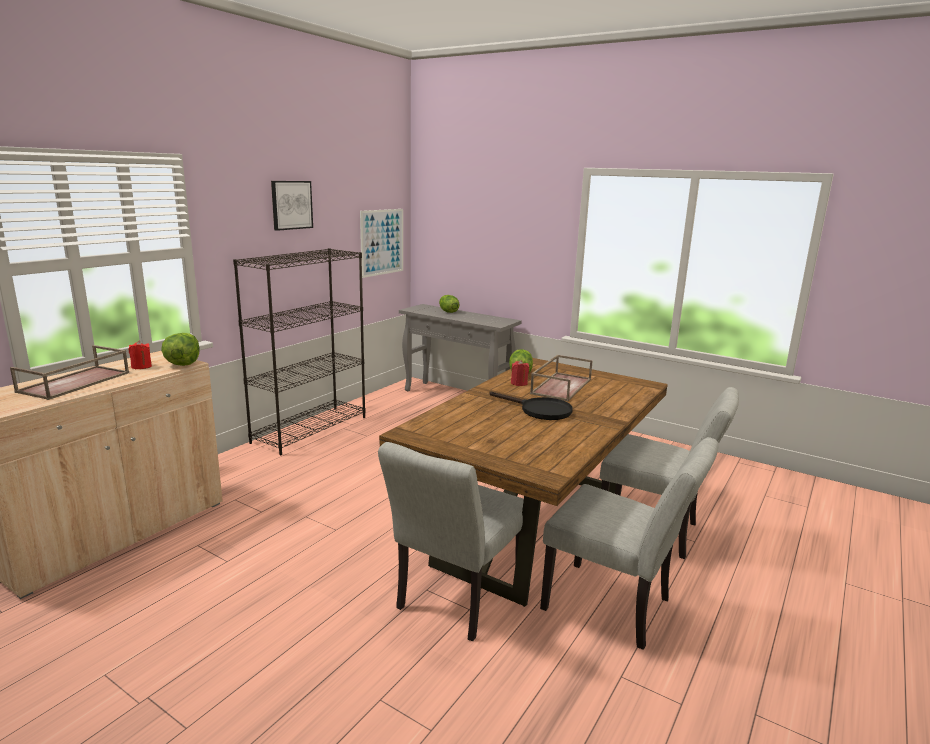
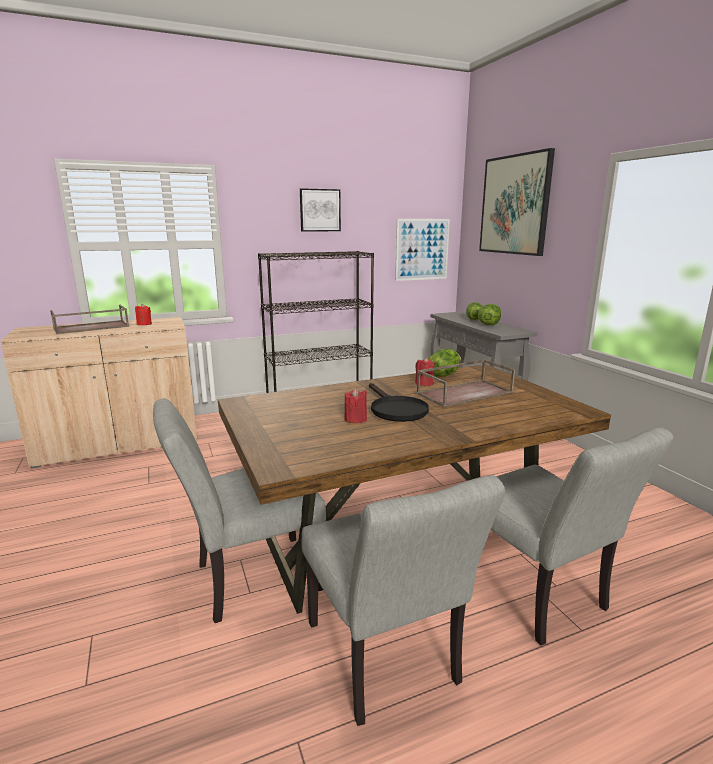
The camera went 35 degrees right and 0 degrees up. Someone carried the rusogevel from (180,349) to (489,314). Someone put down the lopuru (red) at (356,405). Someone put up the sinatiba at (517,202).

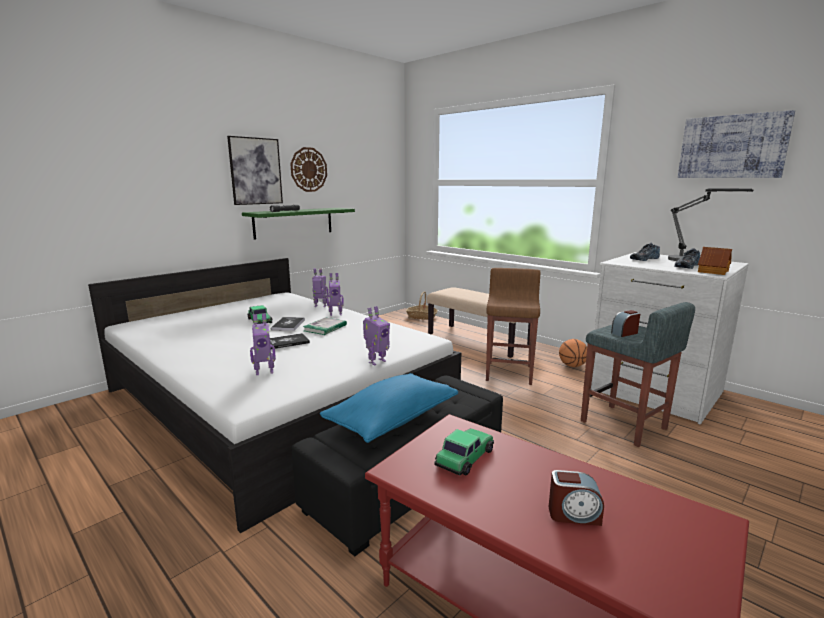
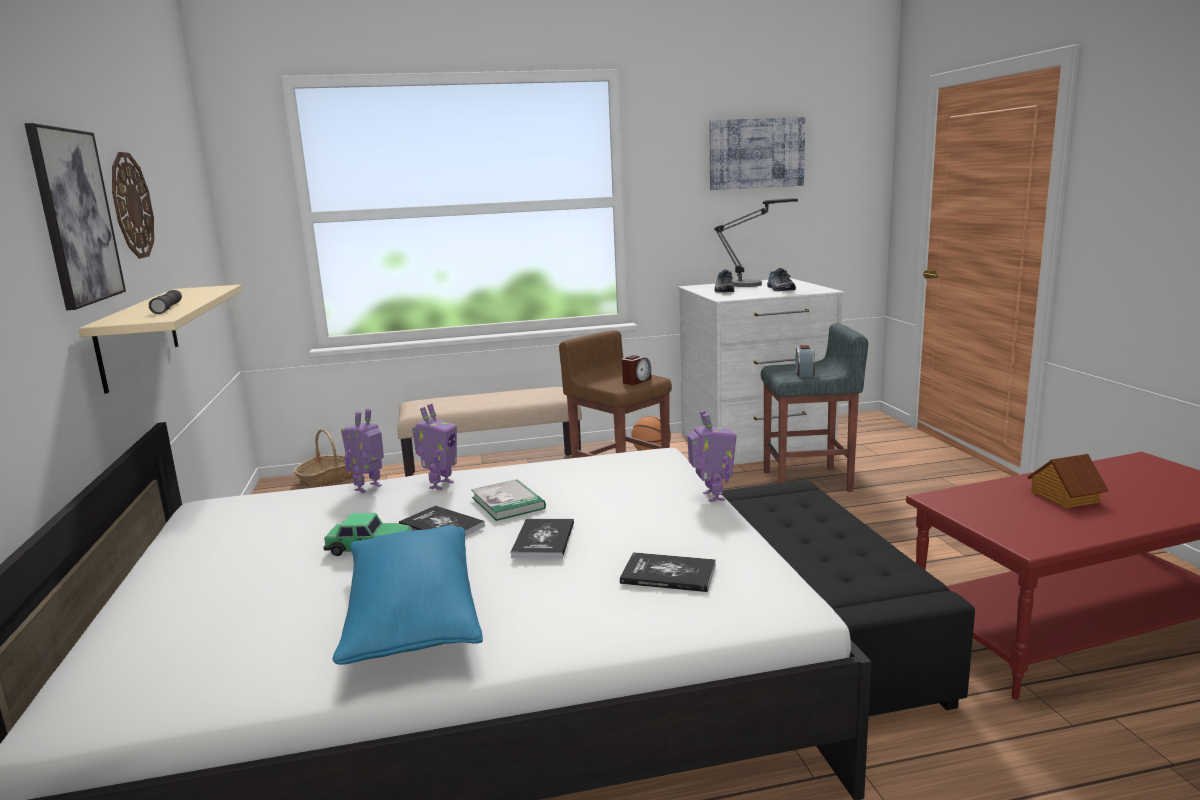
The camera went 55 degrees left and 0 degrees up. Someone repainted the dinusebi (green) at (298,224), which became the dinusebi (beige) at (160,339). Someone swapped the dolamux at (263,344) for the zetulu at (668,572). Someone carried the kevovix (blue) from (389,408) to (407,595). Someone took away the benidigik at (464,452). Someone carried the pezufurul from (576,498) to (636,370). Someone carried the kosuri from (715,261) to (1068,481).

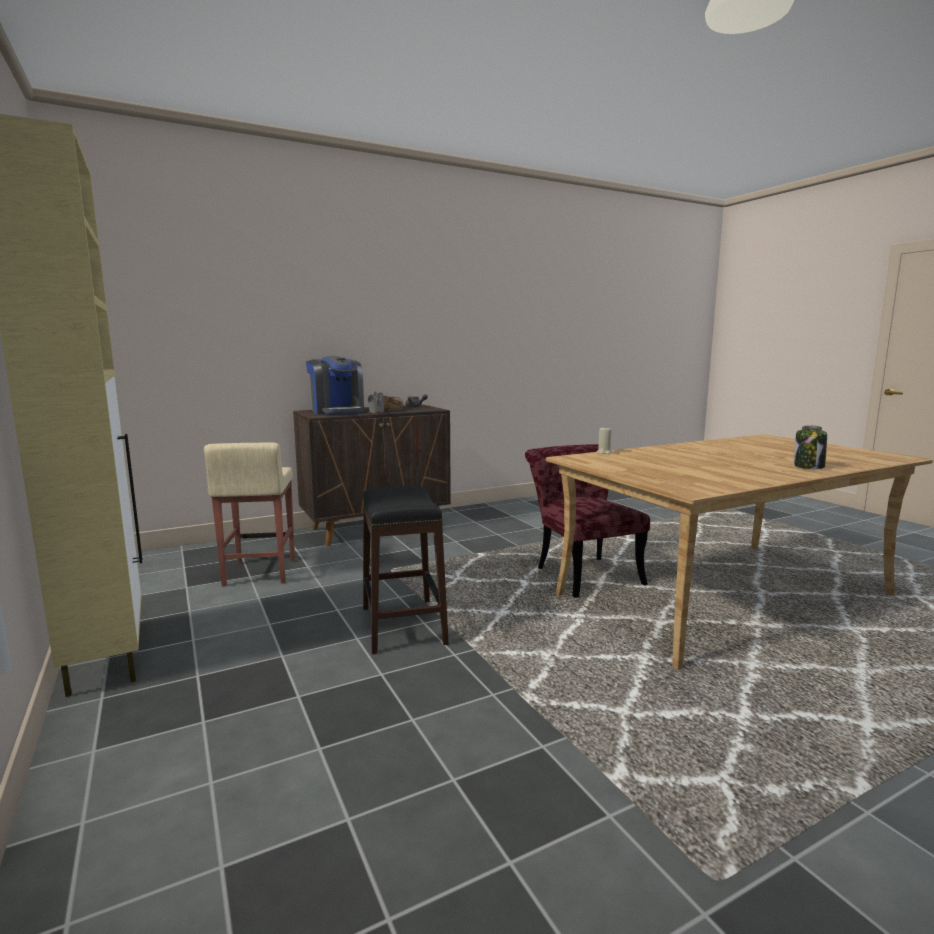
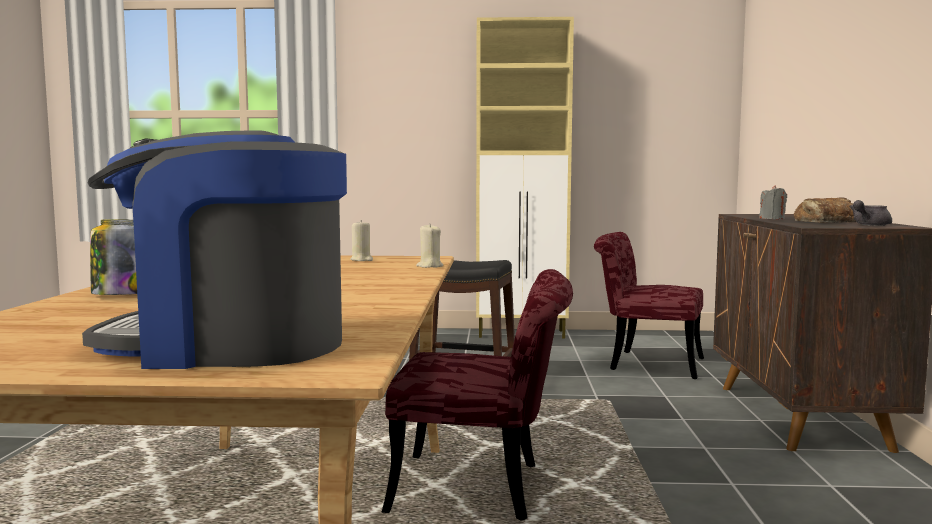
The camera went 120 degrees right and 5 degrees down. Someone swapped the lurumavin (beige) at (249,514) for the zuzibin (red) at (649,305). Someone carried the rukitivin from (335,385) to (214,249). Someone put down the lopuru (beige) at (361,240).

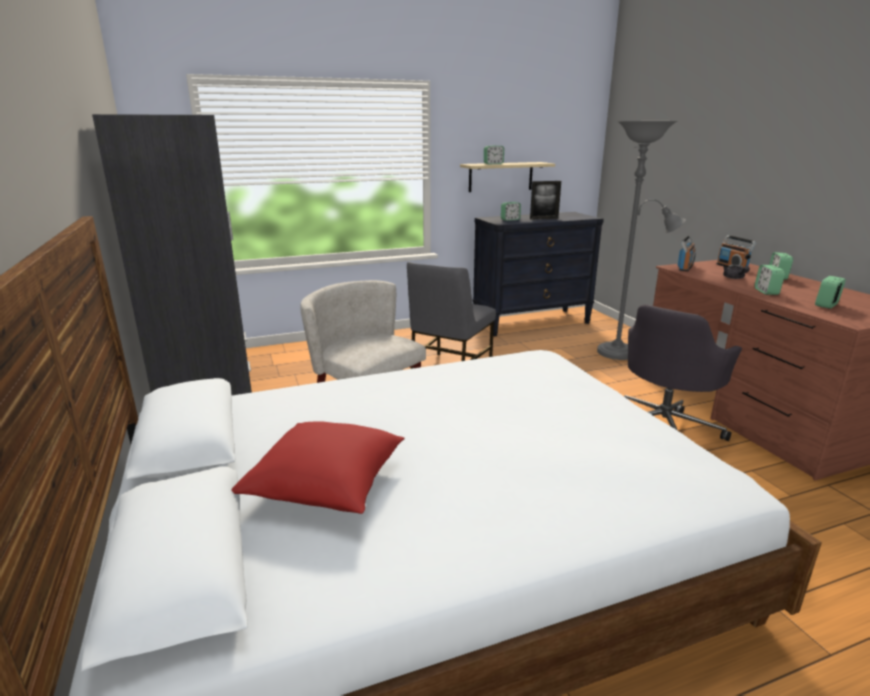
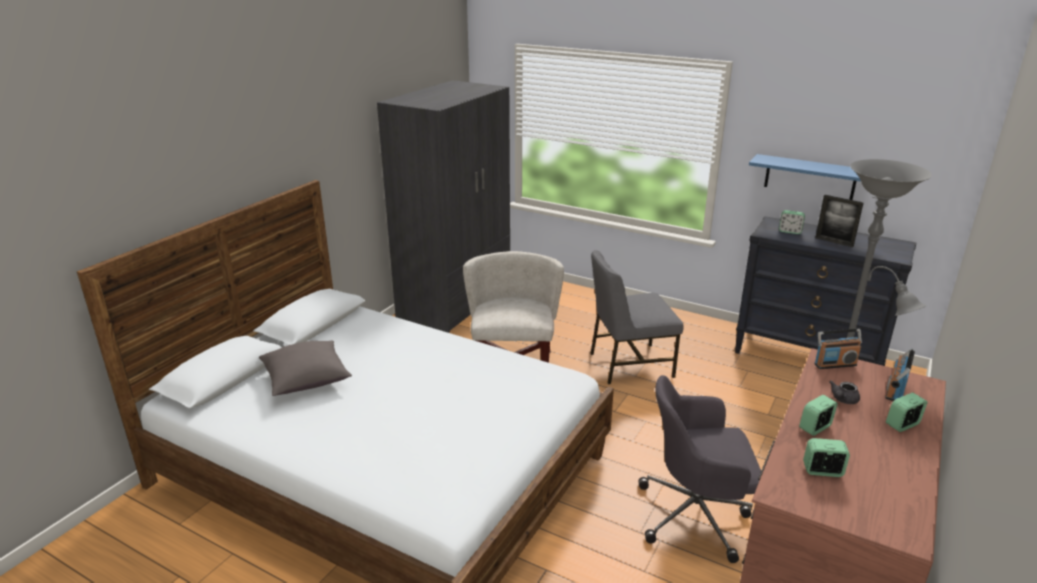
The camera went 50 degrees right and 5 degrees up. Someone repainted the kevovix (red) at (318,467), which became the kevovix (grey) at (305,368). Someone repainted the dinusebi (beige) at (507,177), which became the dinusebi (blue) at (805,177). Someone took away the pezufurul at (494,154).

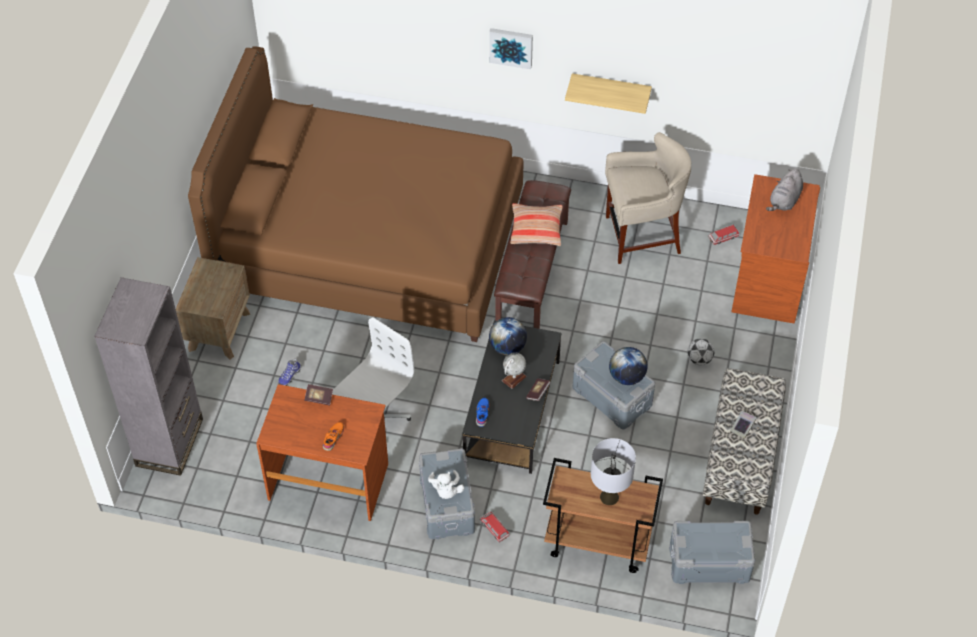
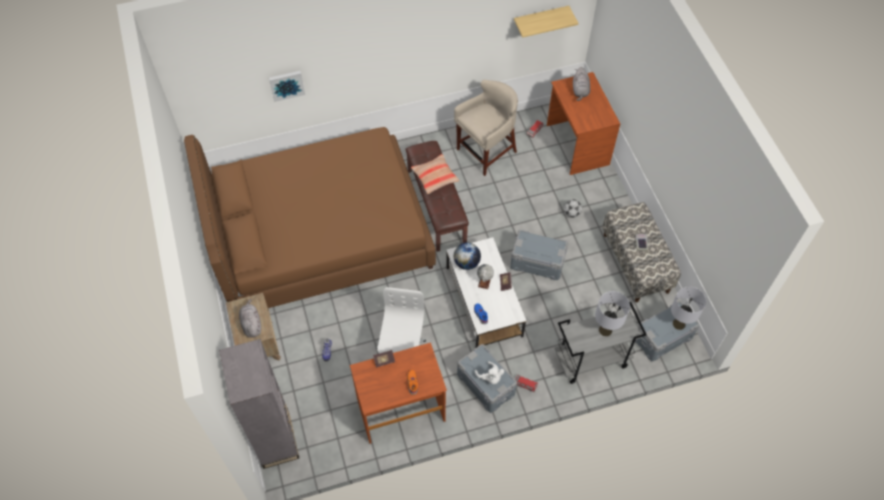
The camera went 30 degrees left and 5 degrees up. Someone repainted the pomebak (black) at (512,397), which became the pomebak (white) at (486,292). Someone carried the sinatiba from (511,48) to (287,86). Someone repainted the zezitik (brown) at (603,515), which became the zezitik (grey) at (601,343). Someone carried the dinusebi from (608,93) to (546,22). Someone took away the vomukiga at (628,366). Someone put down the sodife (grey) at (250,318). Someone put down the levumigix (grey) at (688,308).

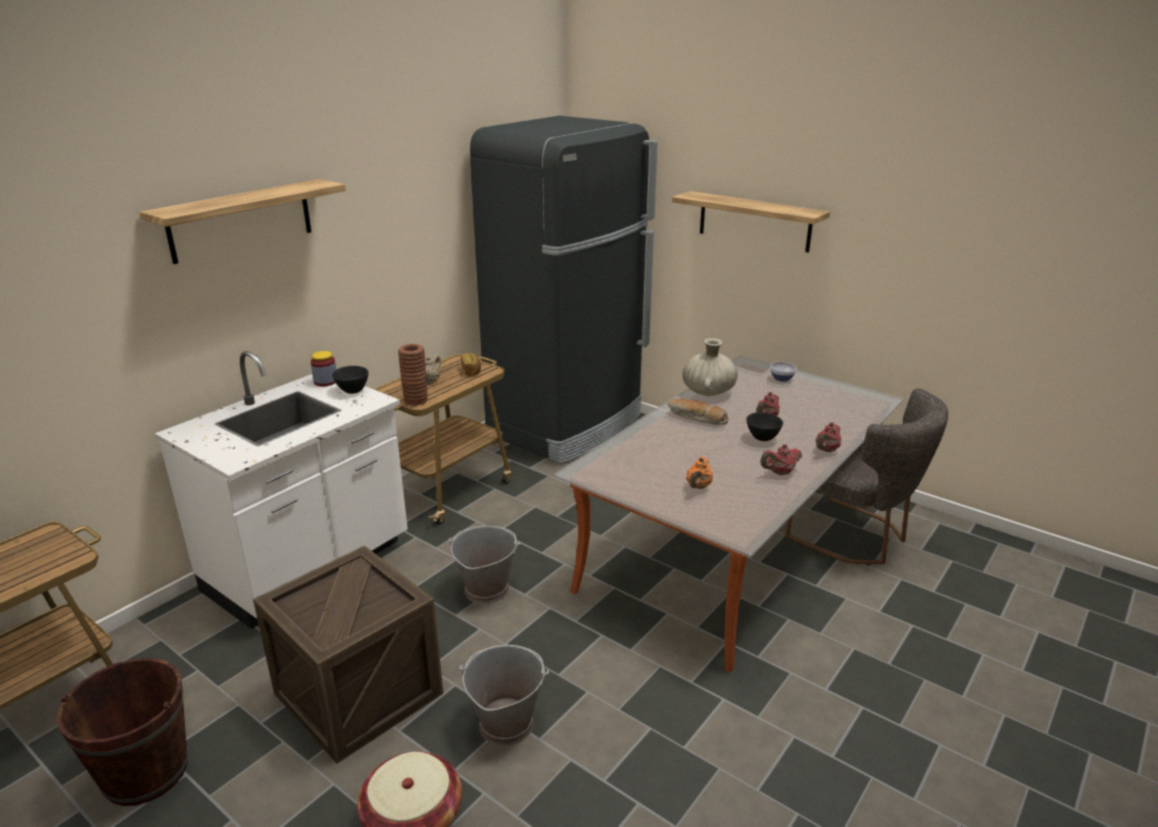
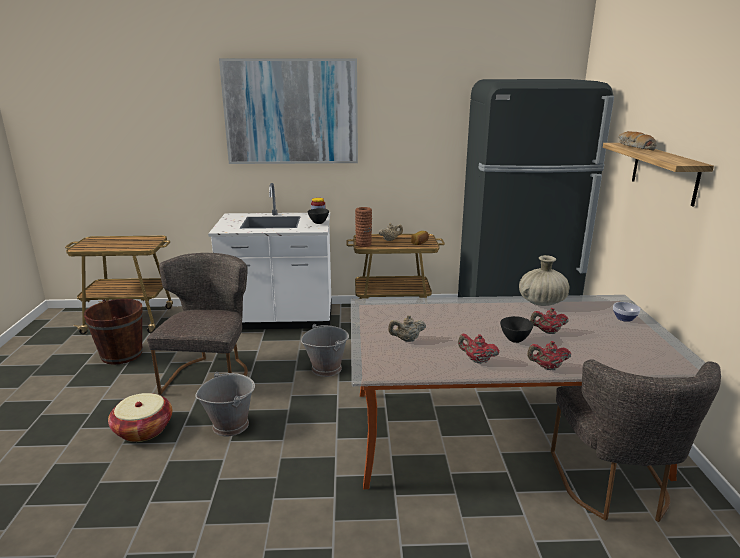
The camera went 50 degrees right and 5 degrees down. Someone swapped the dinusebi at (242,221) for the sinatiba at (288,111). Someone swapped the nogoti at (348,655) for the zuzibin (grey) at (197,324). Someone carried the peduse from (698,411) to (638,140). Someone repainted the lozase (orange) at (699,473), which became the lozase (beige) at (407,328).

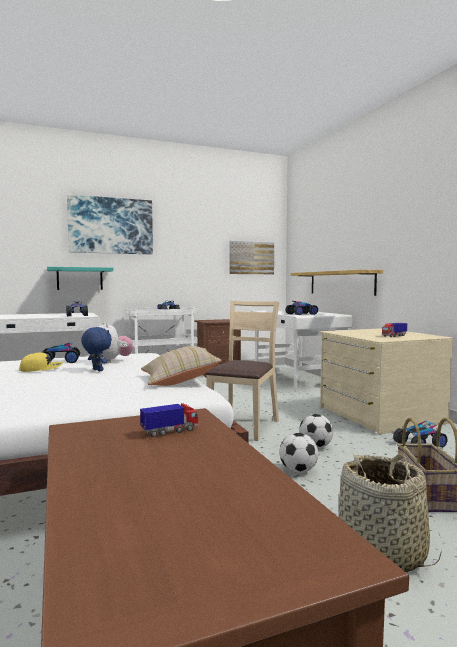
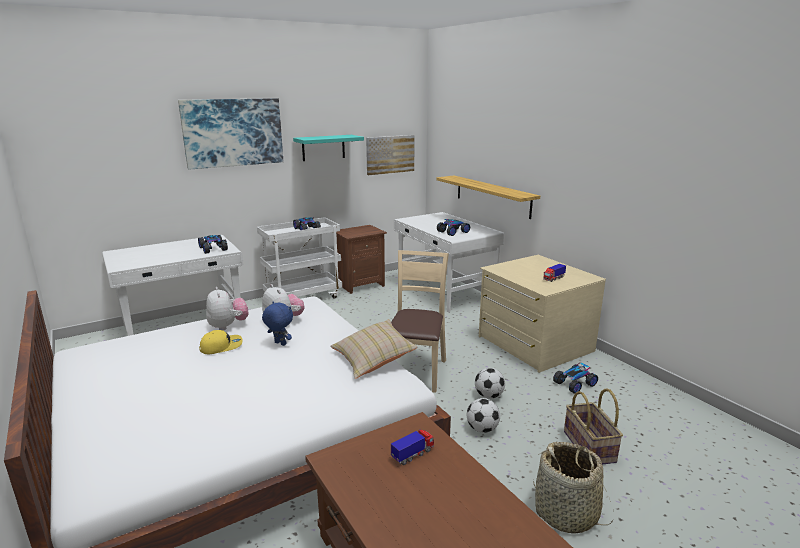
The camera went 10 degrees left and 15 degrees up. Someone swapped the benidigik at (61,352) for the sodife at (227,309). Someone carried the dinusebi (turquoise) from (80,278) to (328,148).

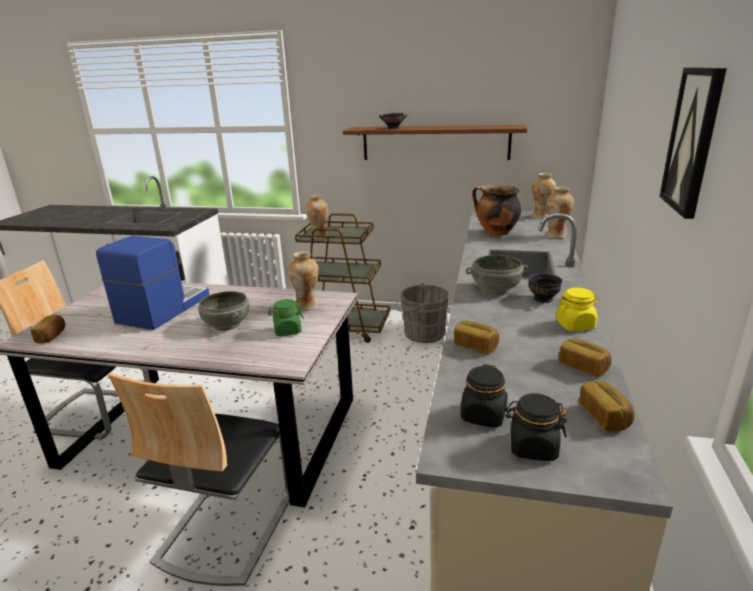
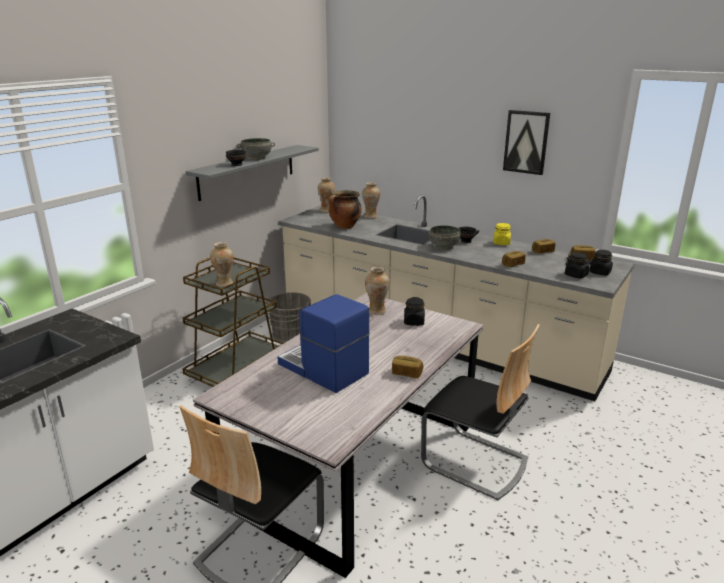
The camera went 70 degrees left and 0 degrees up. Someone carried the peduse from (47,329) to (407,367). Someone carried the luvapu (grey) from (223,311) to (255,149). Someone repainted the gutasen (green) at (286,317), which became the gutasen (black) at (414,311). Someone repainted the dinusebi (brown) at (435,142), which became the dinusebi (grey) at (252,173).

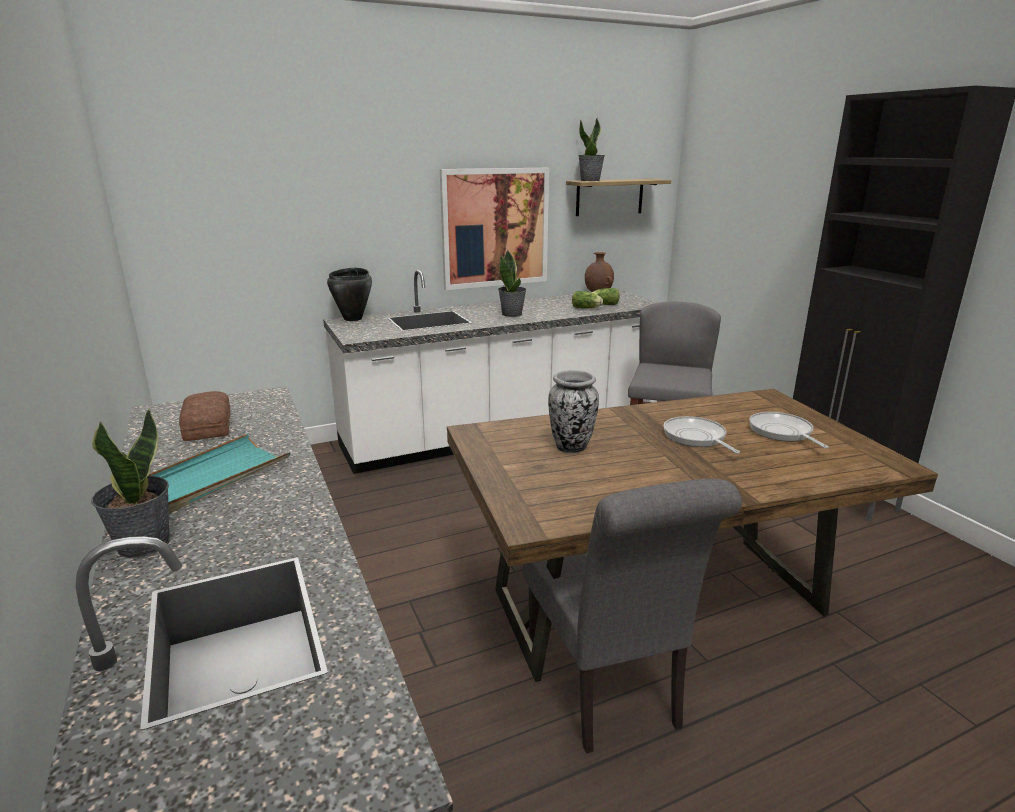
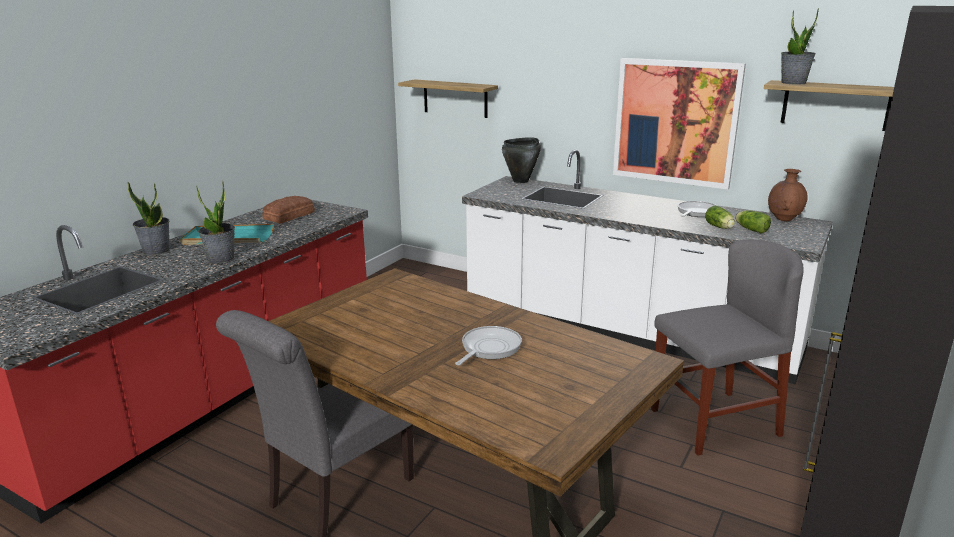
The camera went 55 degrees right and 0 degrees up. Someone carried the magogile from (512,283) to (215,222). Someone took away the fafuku at (573,411). Someone carried the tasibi from (789,430) to (697,209). Someone put up the dinusebi at (448,98).

